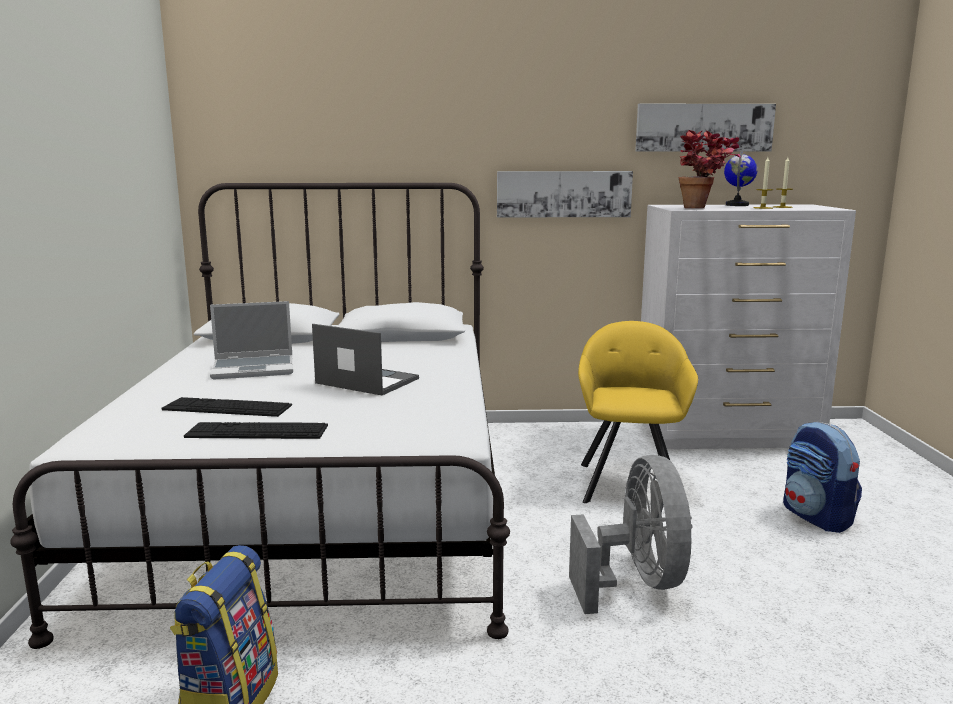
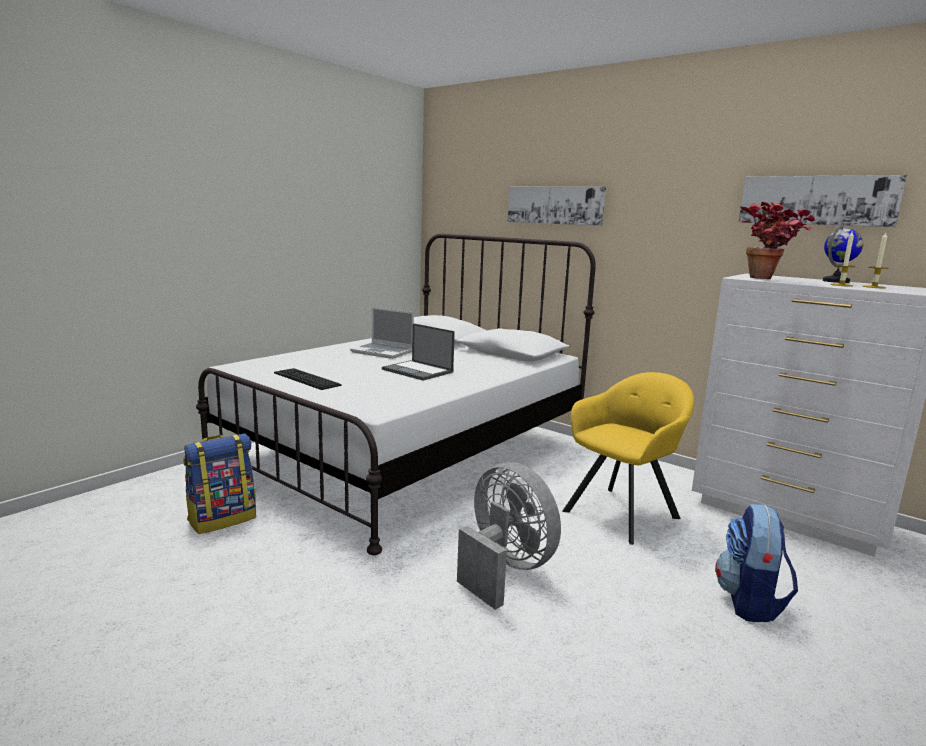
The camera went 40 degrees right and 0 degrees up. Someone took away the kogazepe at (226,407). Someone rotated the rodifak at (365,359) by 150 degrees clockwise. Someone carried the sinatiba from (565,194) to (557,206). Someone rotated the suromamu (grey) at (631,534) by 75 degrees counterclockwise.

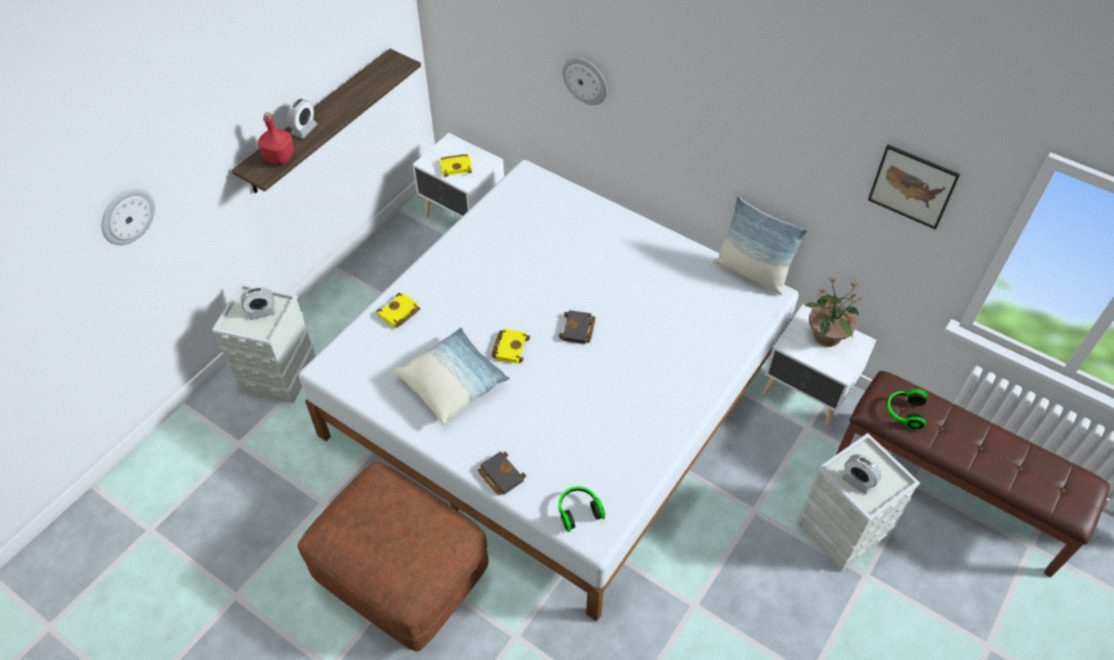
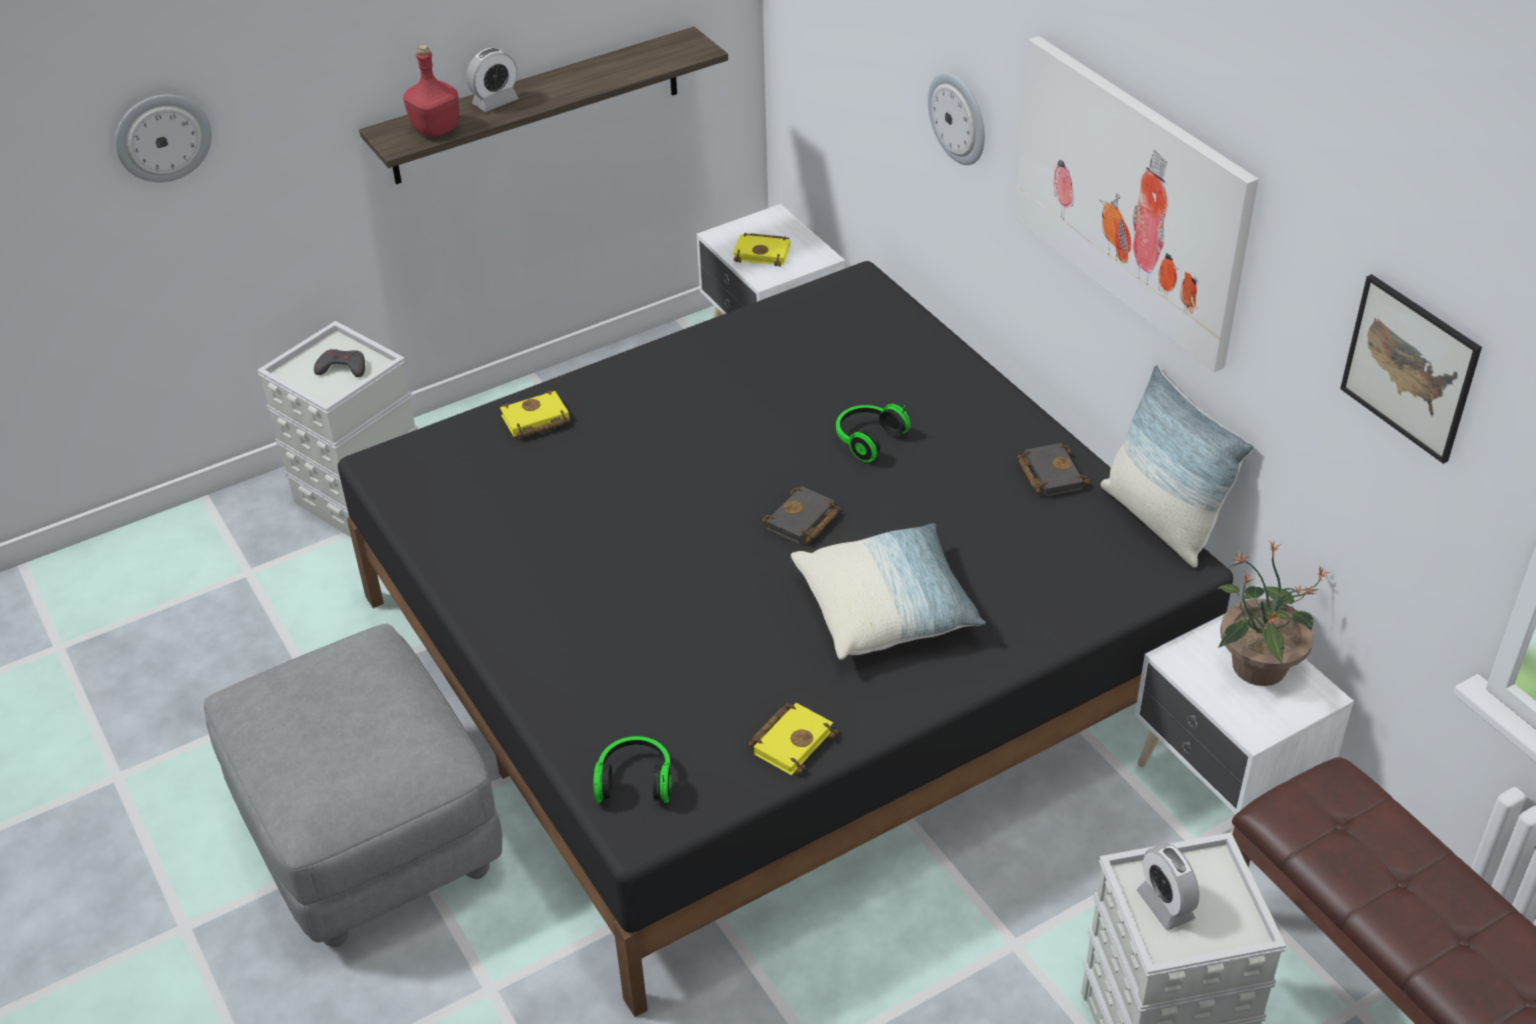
The camera went 25 degrees right and 10 degrees down. Someone swapped the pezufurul at (258,303) for the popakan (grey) at (339,363). Someone repainted the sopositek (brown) at (392,556), which became the sopositek (grey) at (353,785). Someone repainted the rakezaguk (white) at (549,390), which became the rakezaguk (black) at (785,639). Someone carried the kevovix from (451,376) to (888,591). Someone carried the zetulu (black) from (501,473) to (1053,470). Someone carried the zetulu (yellow) from (510,346) to (793,739). Someone carried the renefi from (907,409) to (873,433). Someone put up the sinatiba at (1137,204).

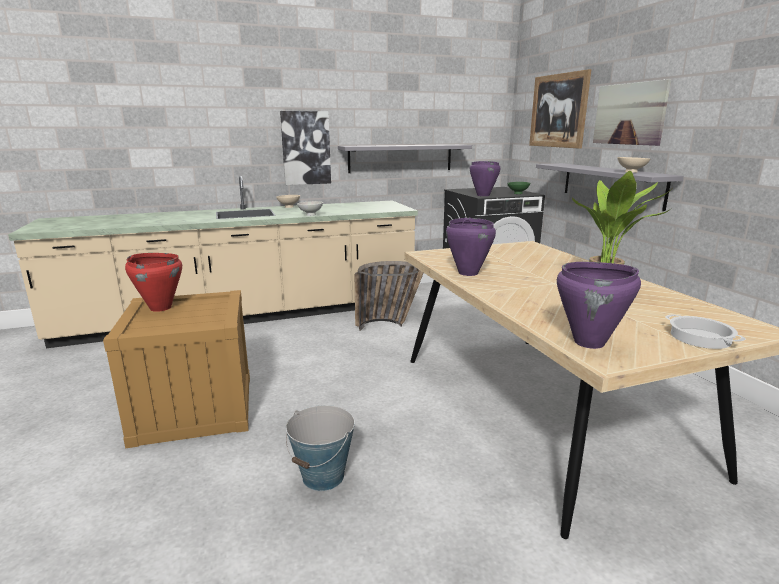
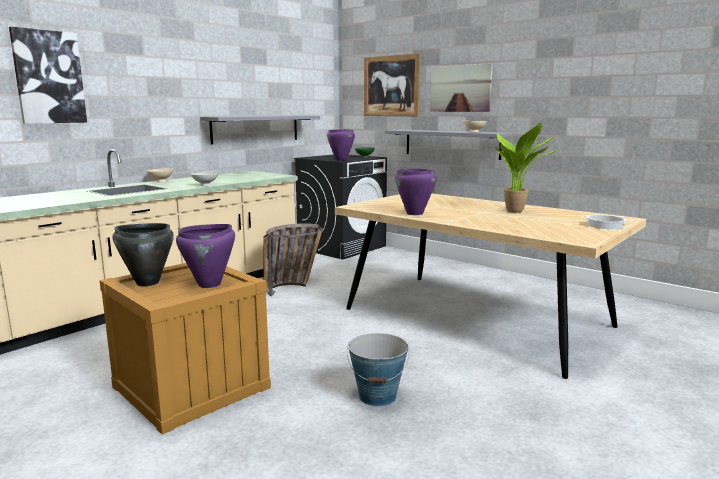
The camera went 30 degrees left and 5 degrees down. Someone repainted the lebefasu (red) at (153,282), which became the lebefasu (black) at (143,254). Someone carried the sinatiba from (305,148) to (48,75). Someone carried the lebefasu (purple) from (599,305) to (205,256).

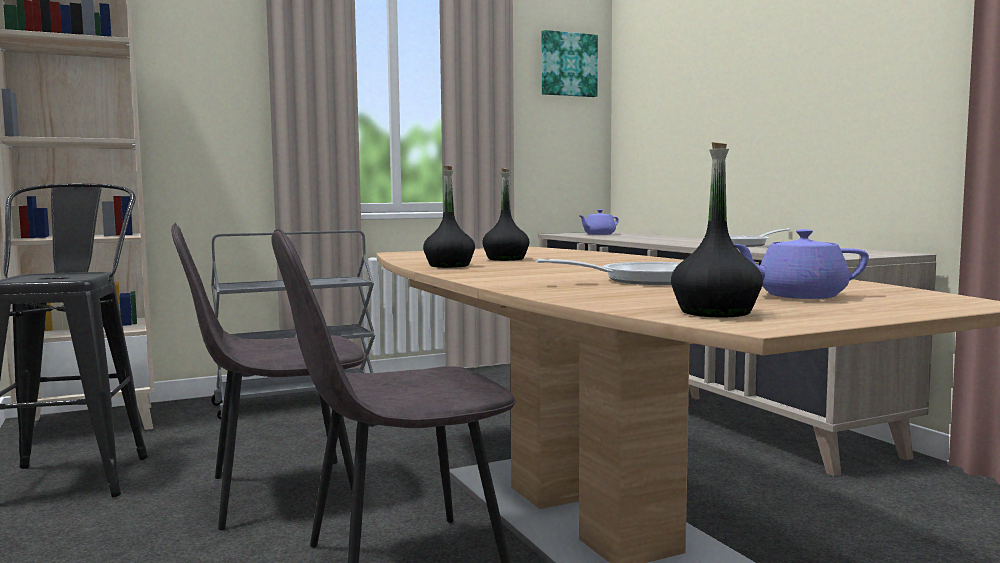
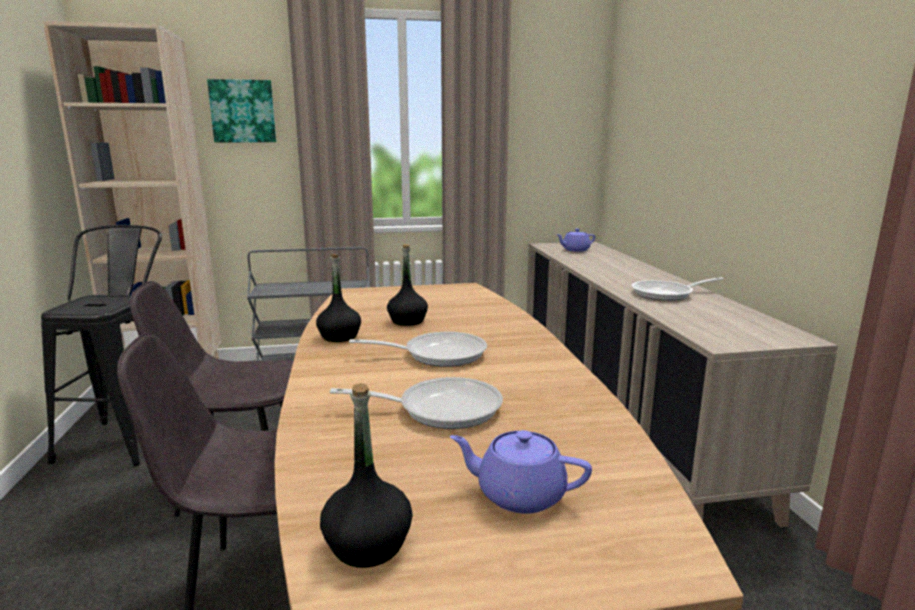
The camera went 15 degrees right and 10 degrees up. Someone carried the sinatiba from (570,63) to (241,110). Someone put down the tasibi at (418,349).

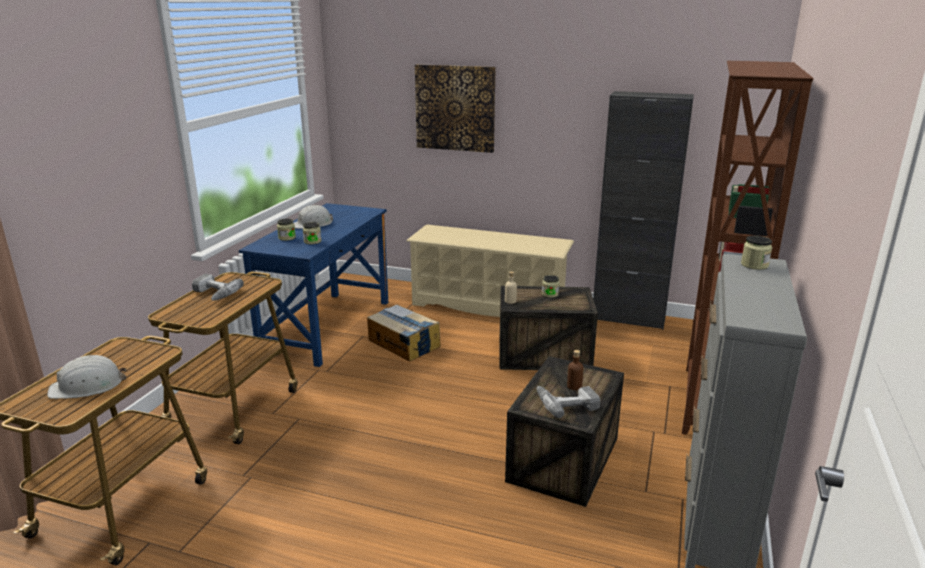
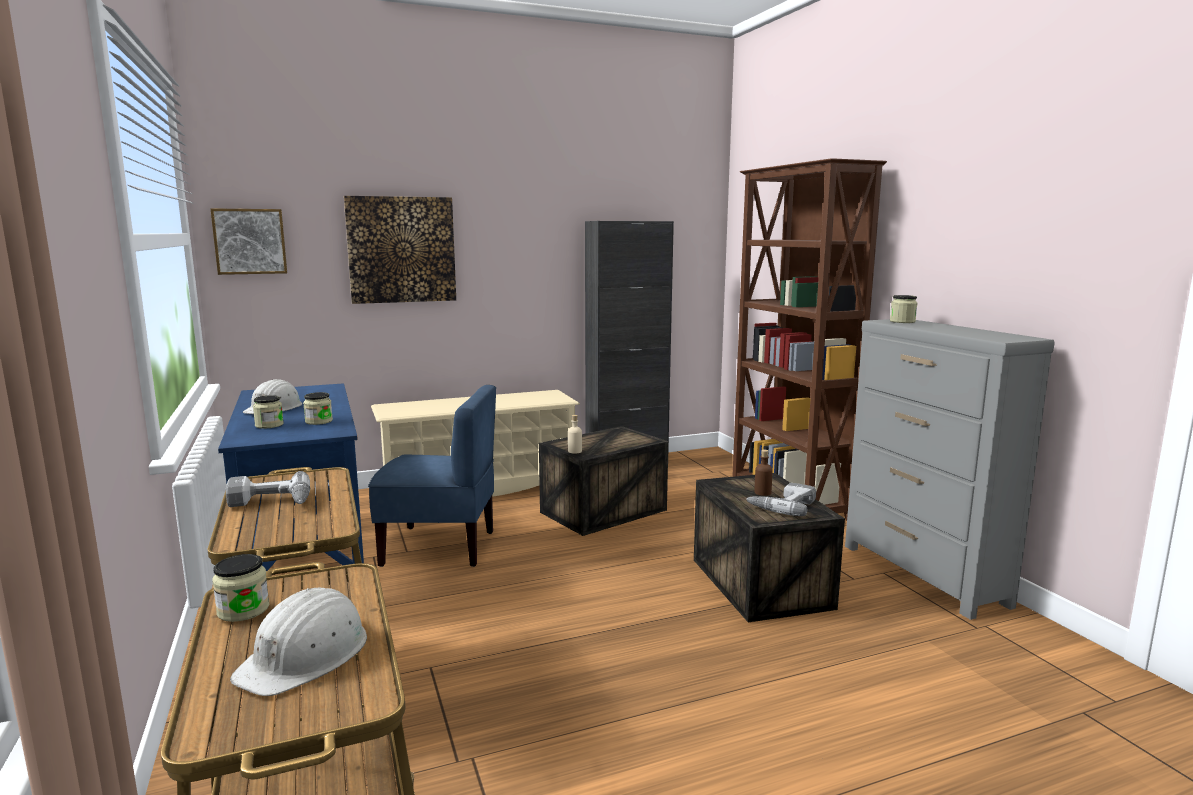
The camera went 40 degrees left and 10 degrees down. Someone swapped the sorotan at (403,333) for the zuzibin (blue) at (432,476). Someone carried the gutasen from (550,286) to (240,588). Someone put up the sinatiba at (248,241).

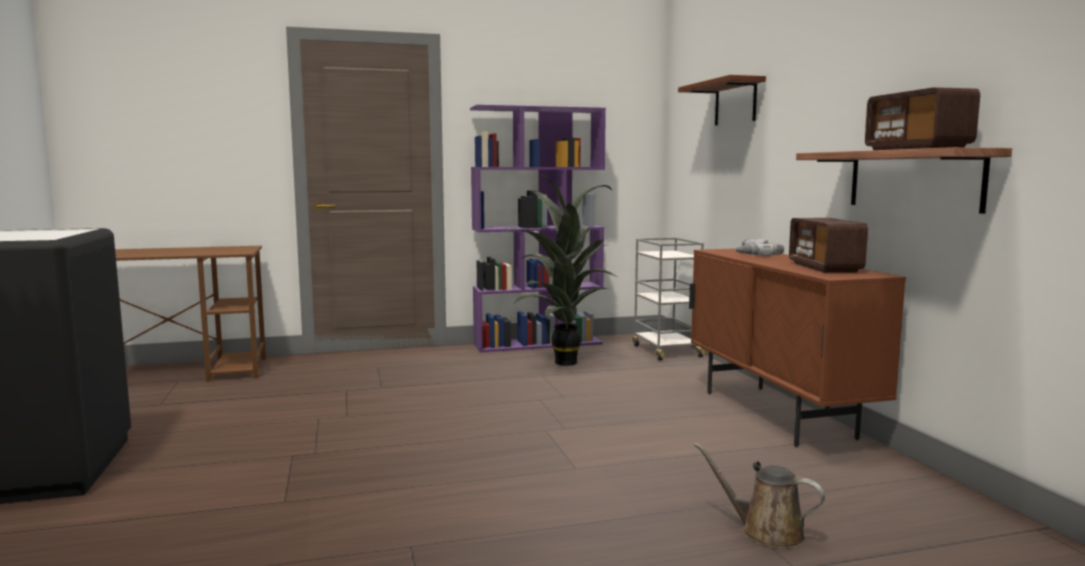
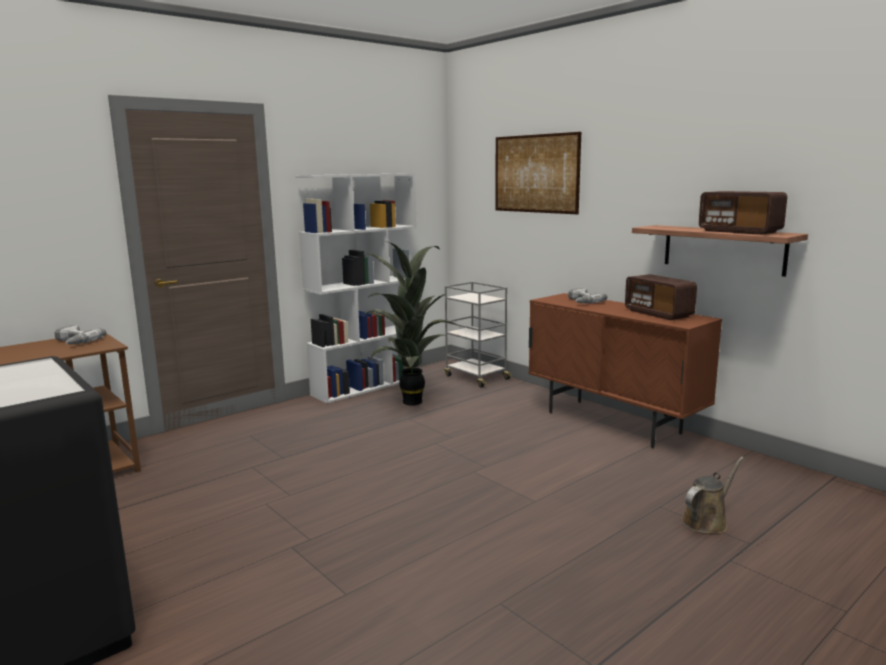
The camera went 25 degrees left and 5 degrees up. Someone repainted the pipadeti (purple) at (538,228), which became the pipadeti (white) at (356,288). Someone swapped the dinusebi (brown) at (722,100) for the sinatiba at (538,173). Someone rotated the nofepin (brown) at (759,496) by 135 degrees clockwise. Someone put down the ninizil at (80,335).

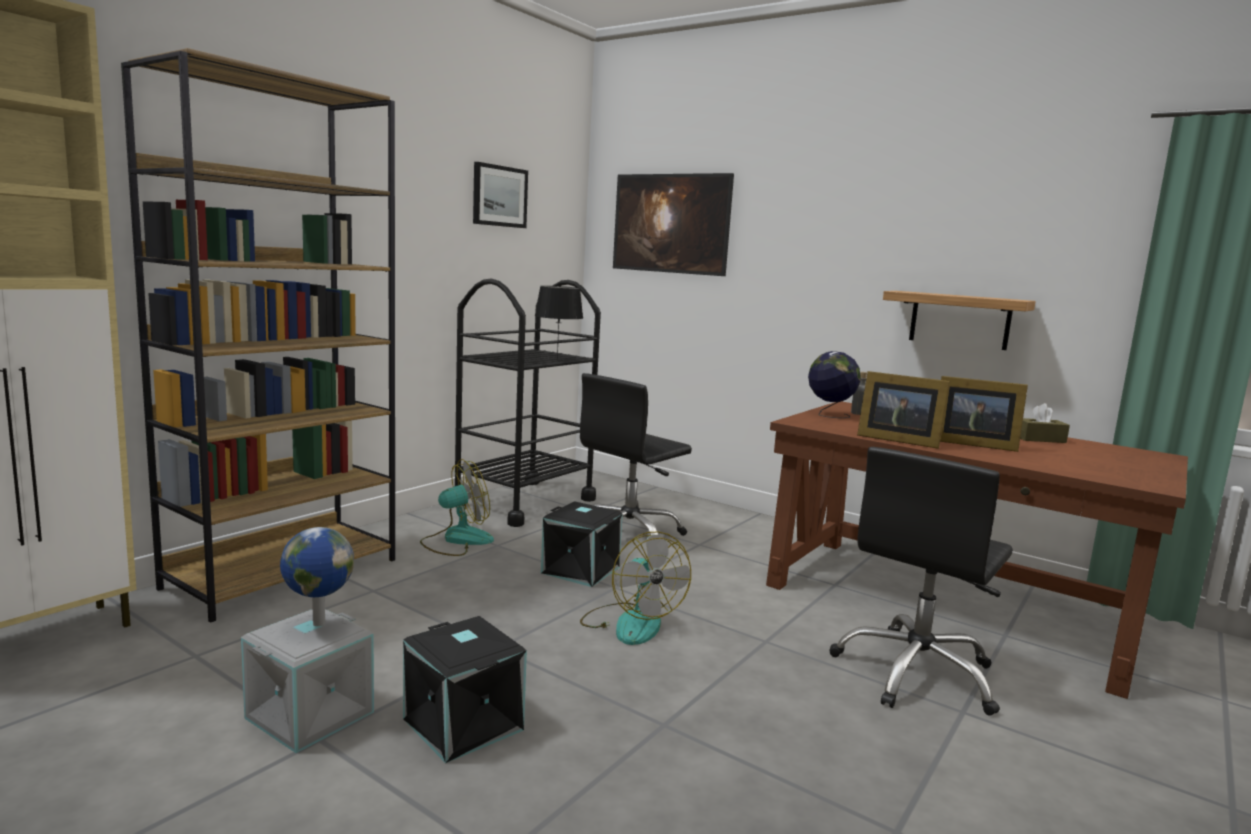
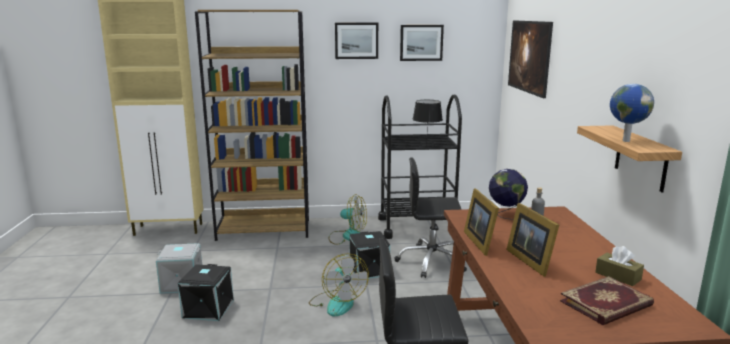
The camera went 50 degrees right and 5 degrees up. Someone carried the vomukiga from (317,576) to (632,113). Someone rotated the suromamu at (635,588) by 45 degrees counterclockwise. Someone put up the sinatiba at (356,41). Someone put down the zetulu at (607,300).

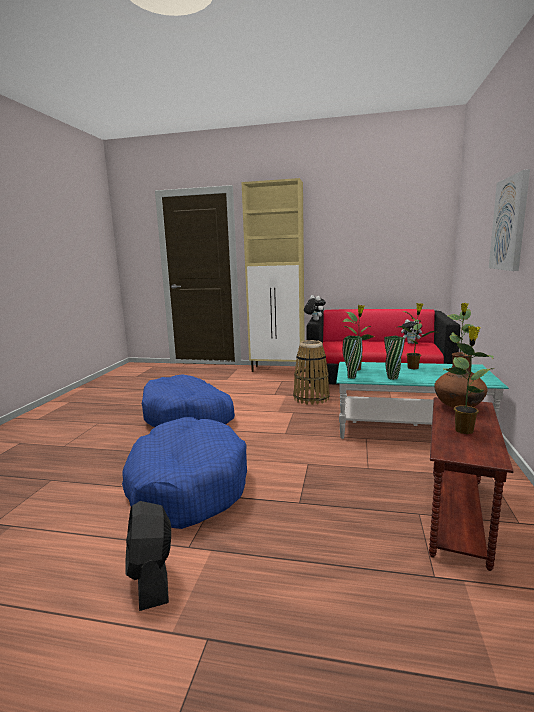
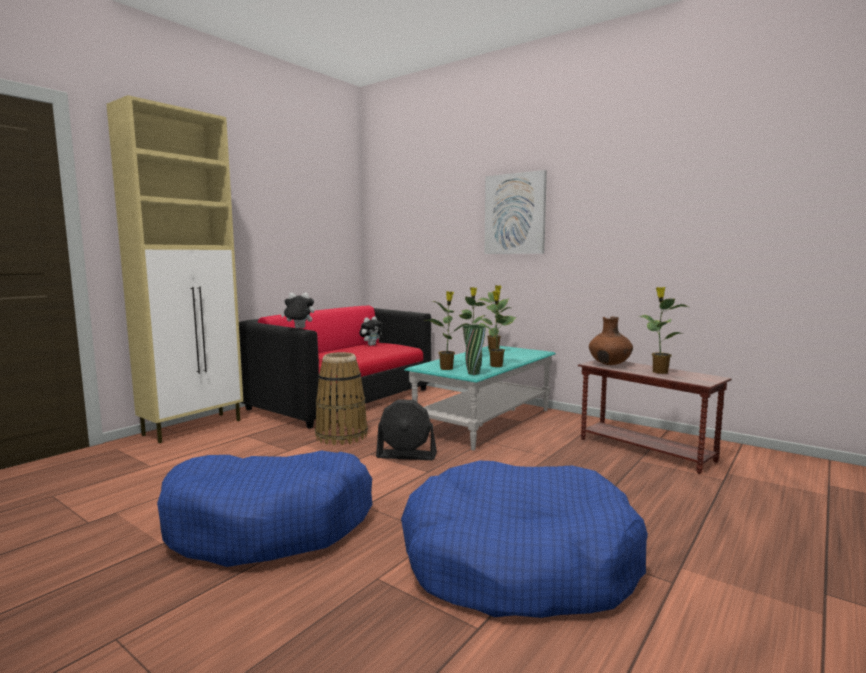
The camera went 65 degrees left and 5 degrees down. Someone carried the suromamu (black) from (148,556) to (406,429). Someone swapped the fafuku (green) at (394,358) for the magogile at (497,329).

